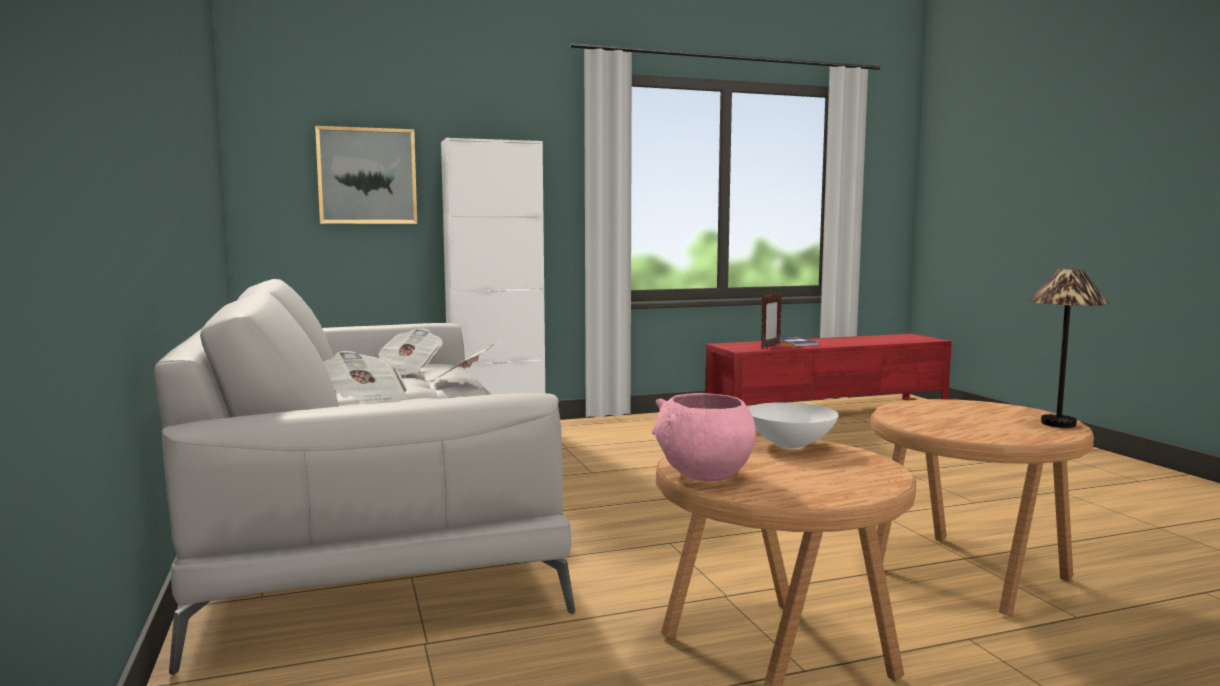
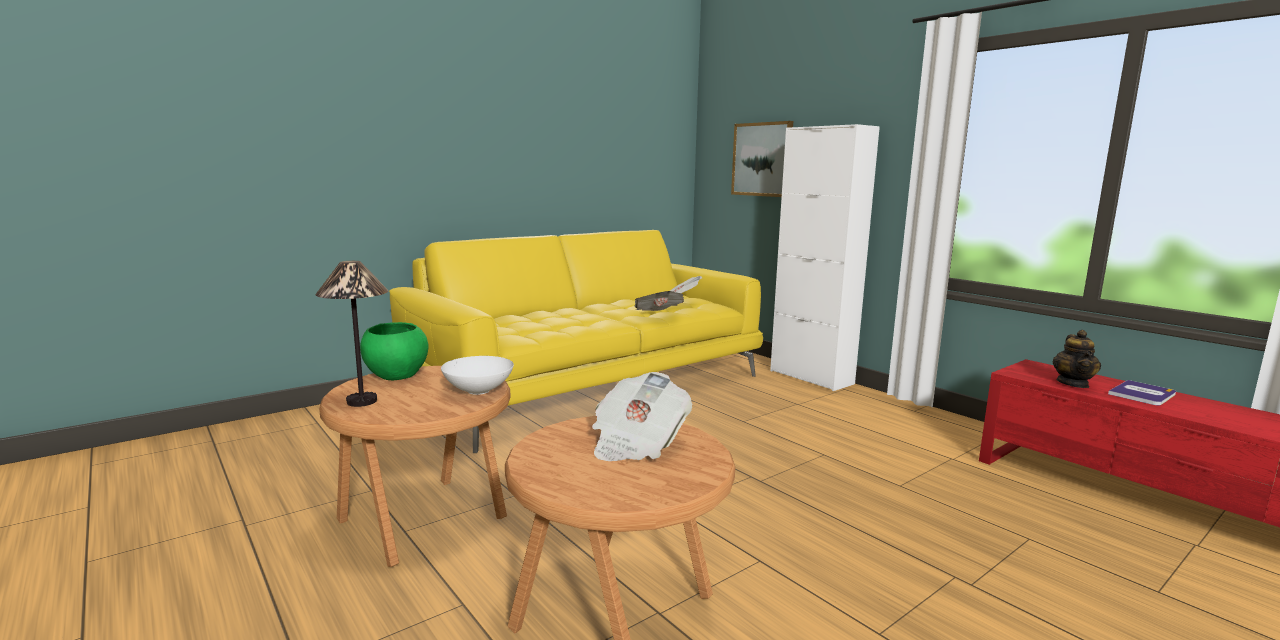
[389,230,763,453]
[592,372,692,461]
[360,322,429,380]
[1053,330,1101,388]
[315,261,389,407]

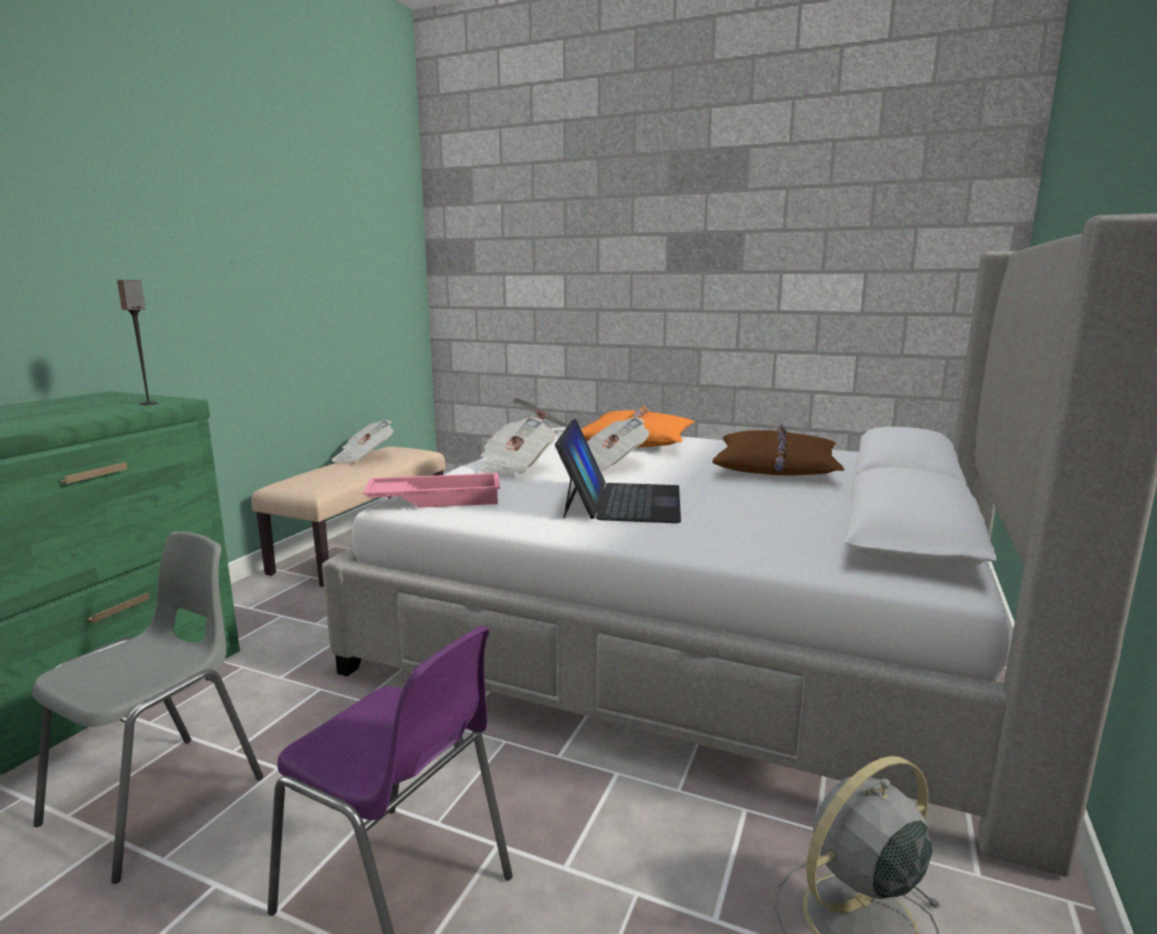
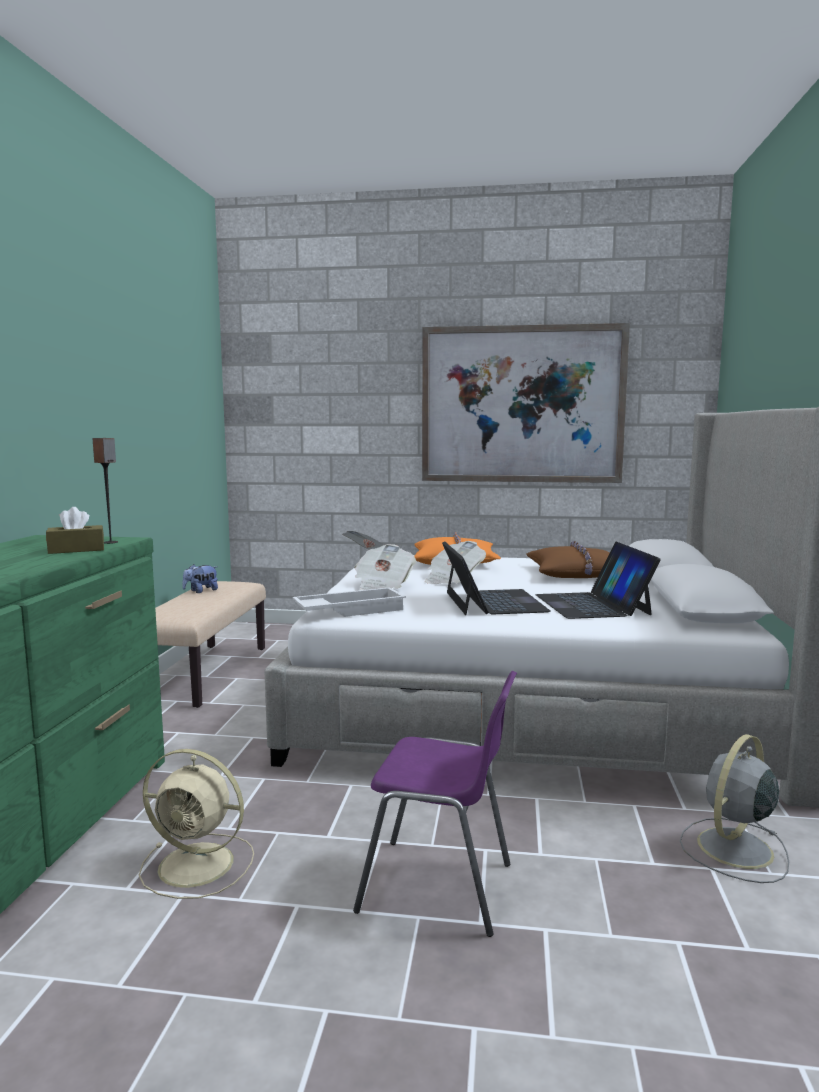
[139,749,254,899]
[182,564,218,593]
[293,587,406,617]
[46,507,104,554]
[422,323,630,483]
[535,542,661,619]

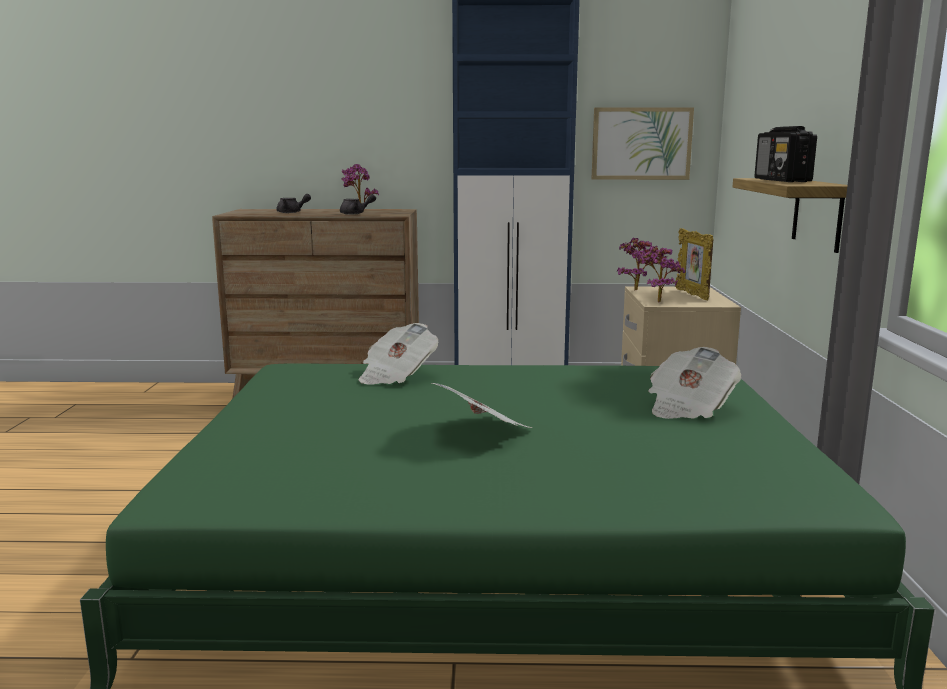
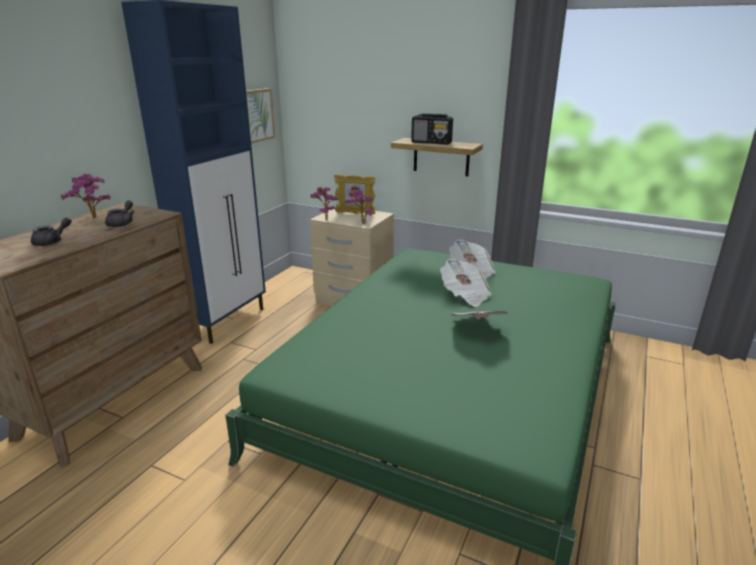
[440,259,492,307]

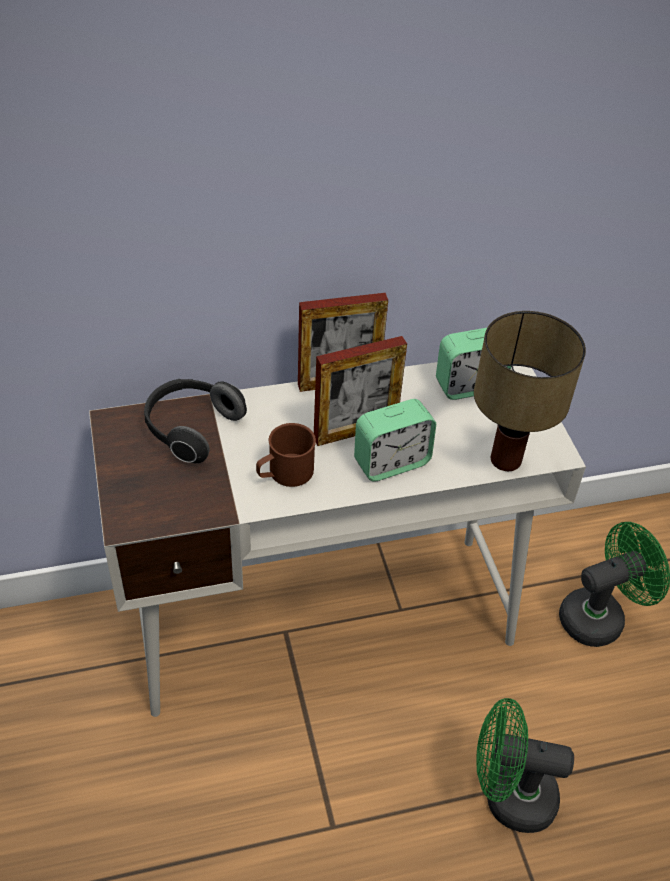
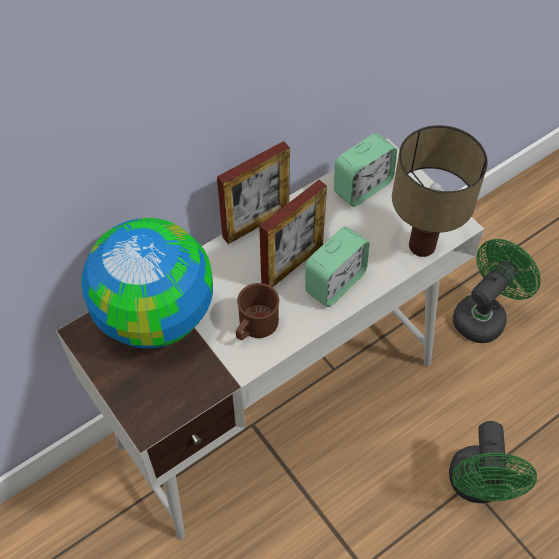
[81,218,213,349]
[449,421,537,503]

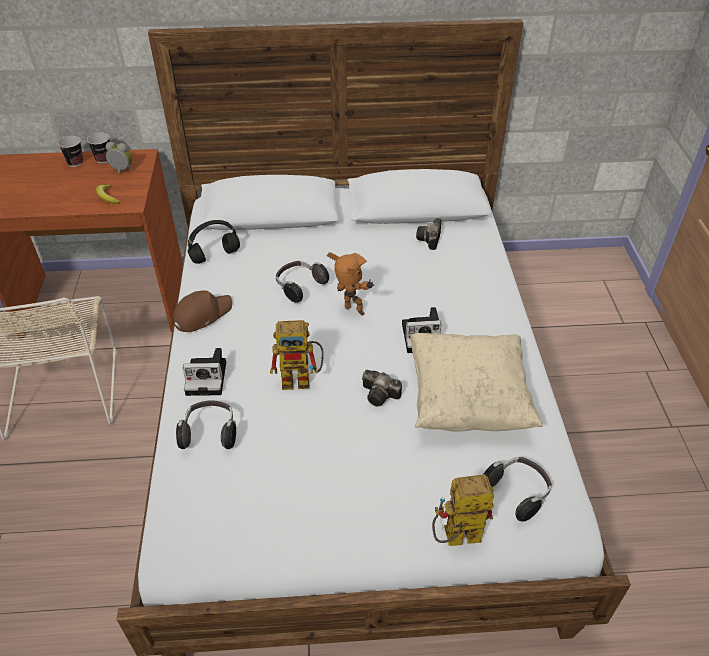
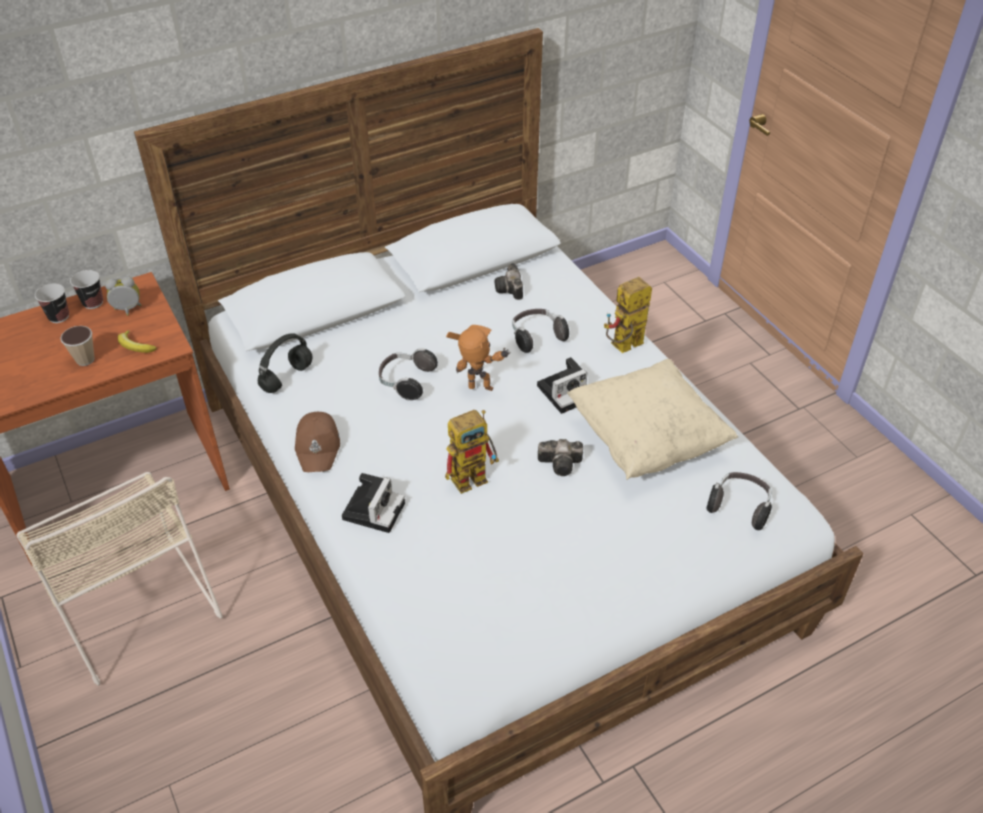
[295,412,340,472]
[512,309,569,353]
[342,473,405,533]
[604,277,652,353]
[60,326,94,366]

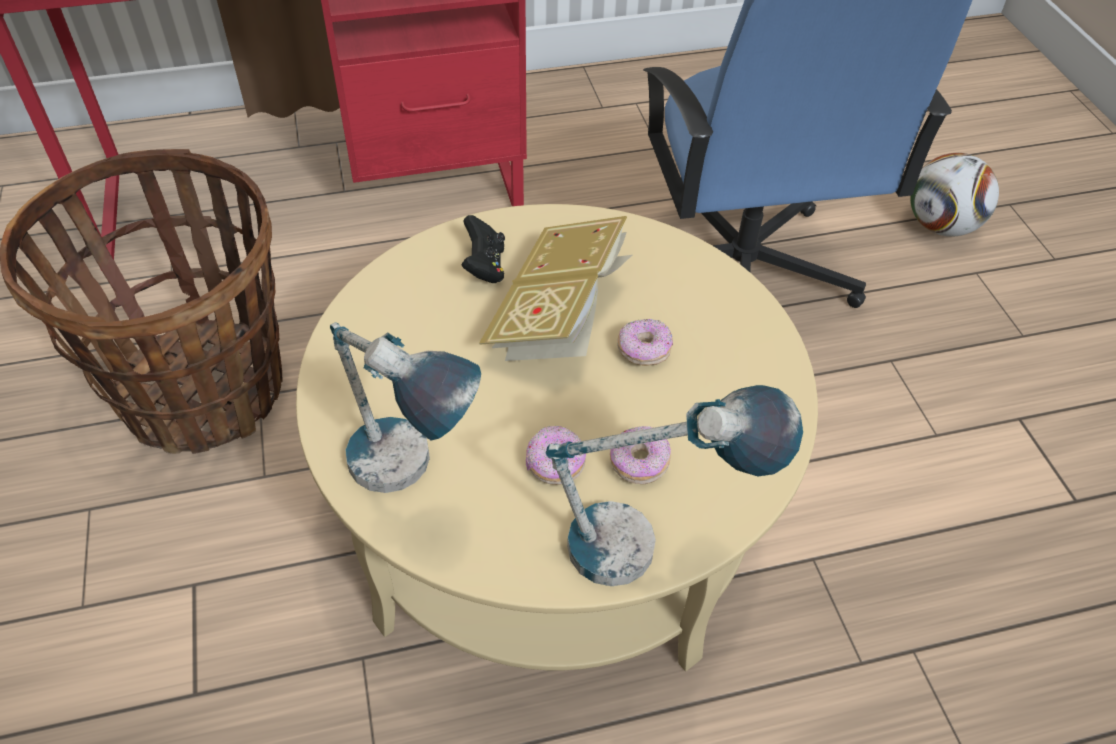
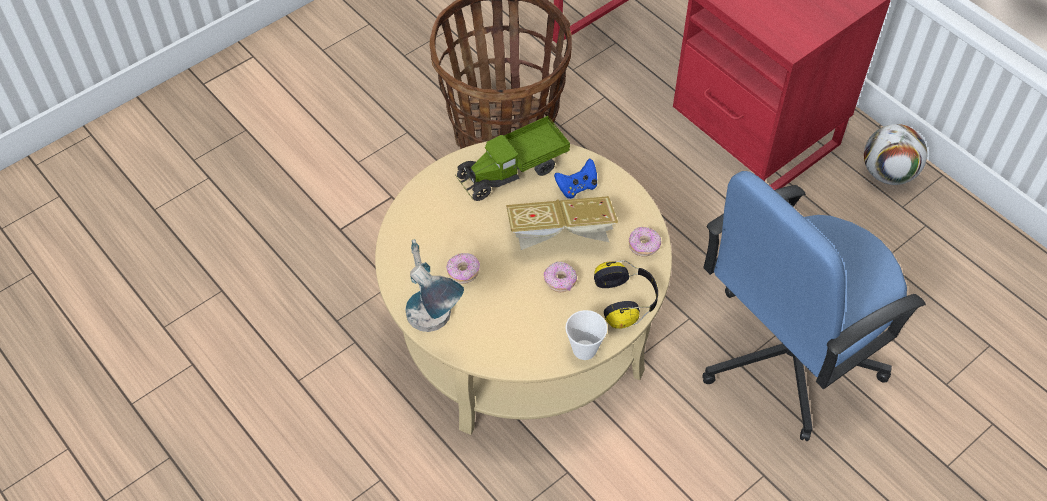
[330,322,481,493] (first image)
[554,159,597,199]
[629,227,661,257]
[864,124,927,185]
[455,116,570,201]
[565,310,607,360]
[594,260,658,329]

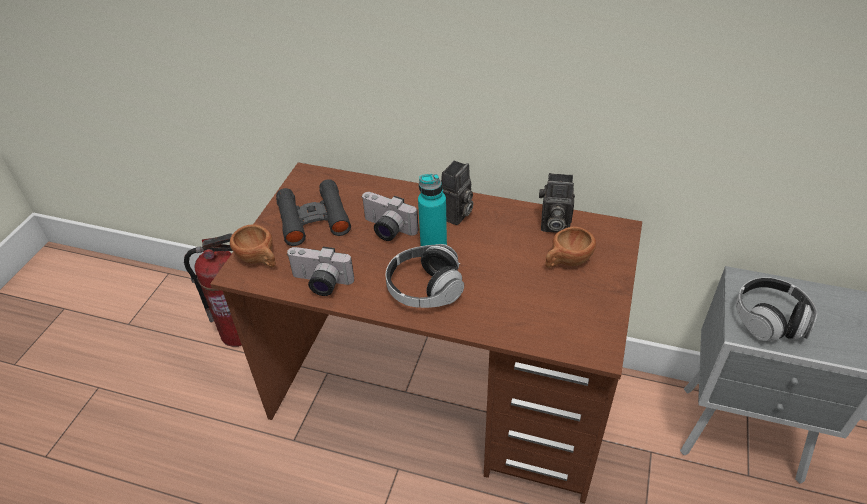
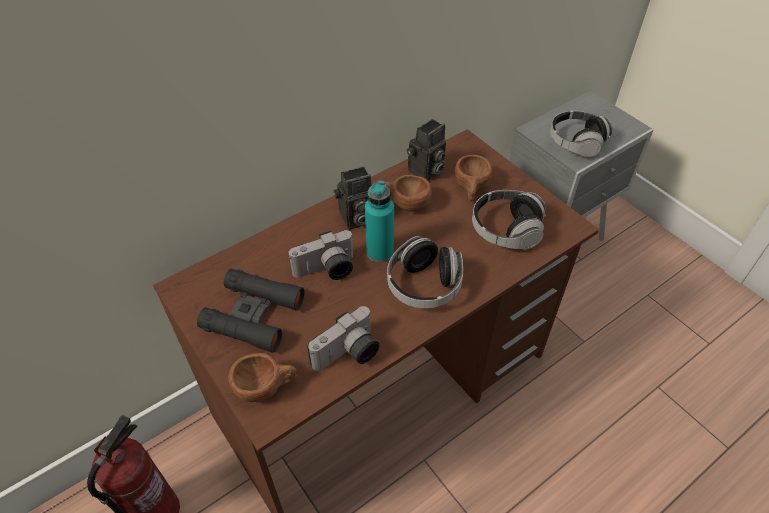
[333,166,371,229]
[386,175,431,212]
[472,190,546,250]

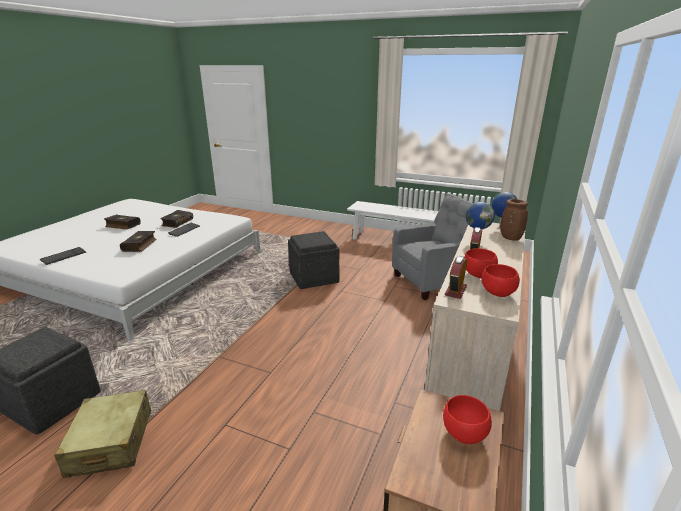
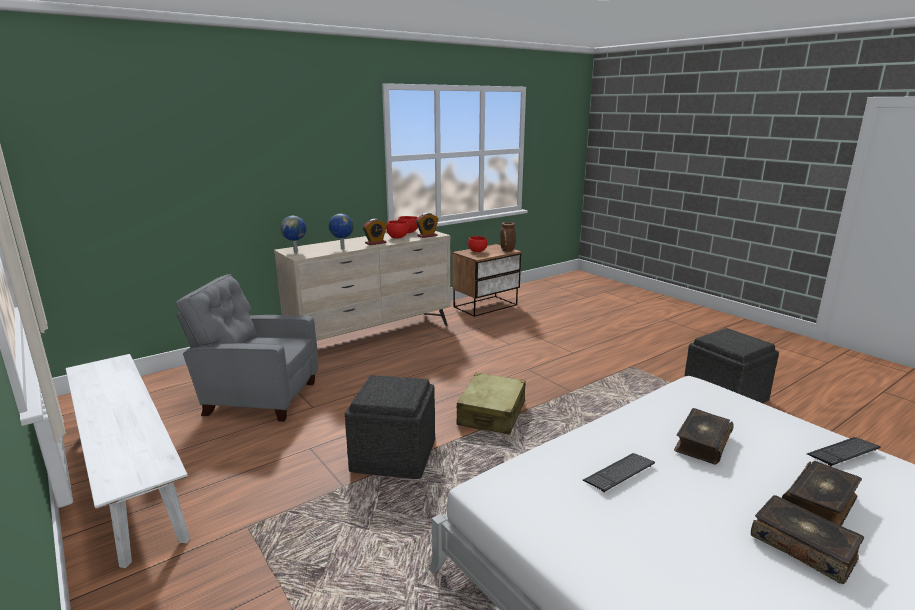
[456,373,526,434]
[782,461,862,526]
[500,222,516,252]

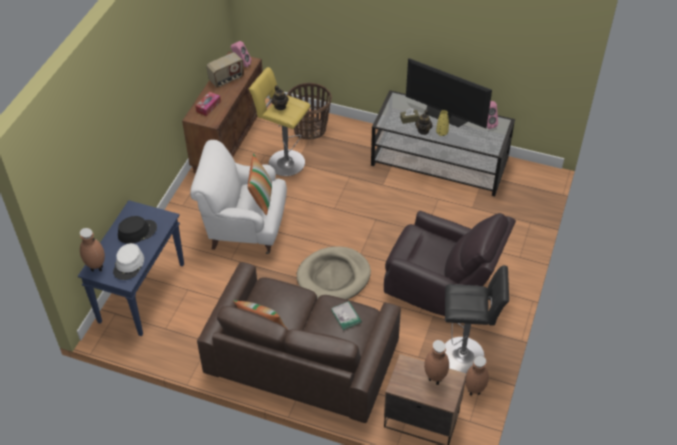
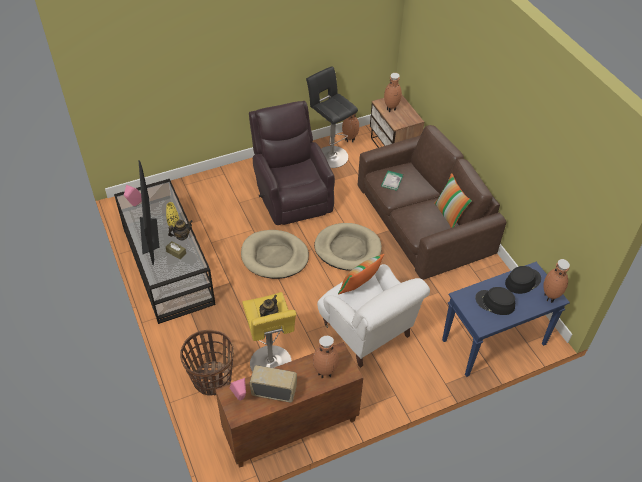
[505,266,541,294]
[313,336,339,379]
[241,230,309,279]

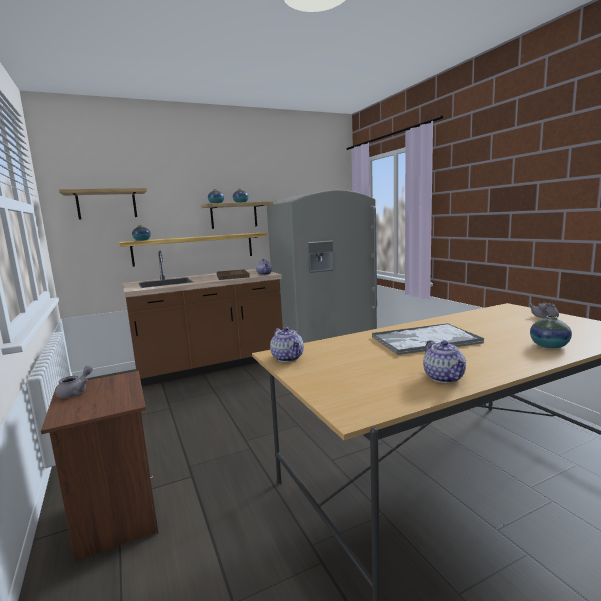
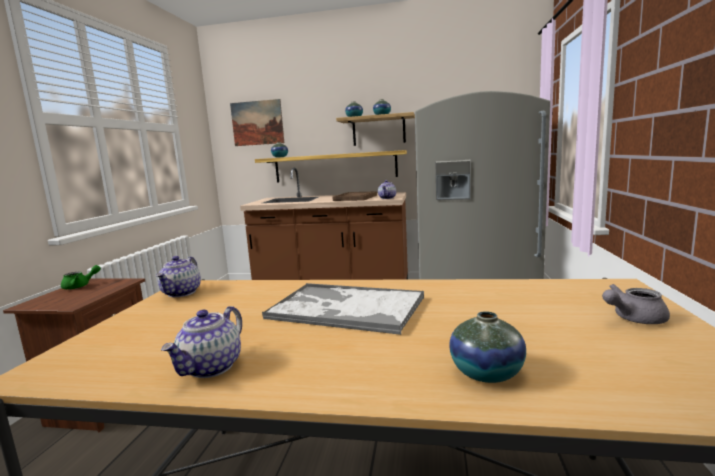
[61,265,101,289]
[230,99,284,146]

